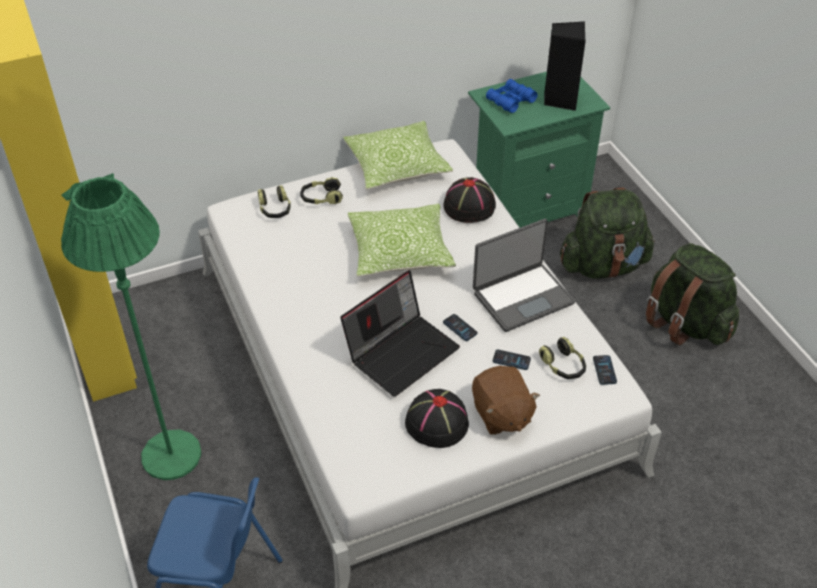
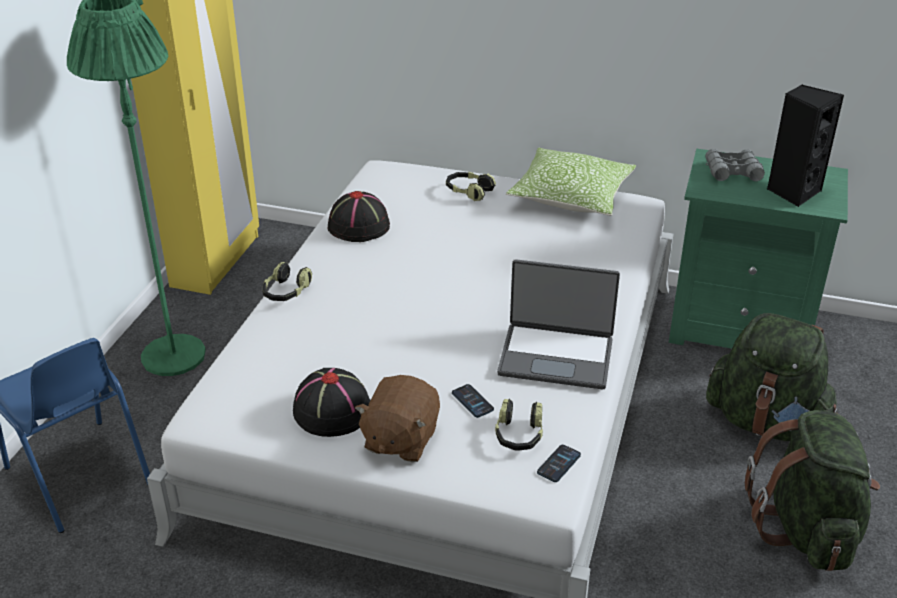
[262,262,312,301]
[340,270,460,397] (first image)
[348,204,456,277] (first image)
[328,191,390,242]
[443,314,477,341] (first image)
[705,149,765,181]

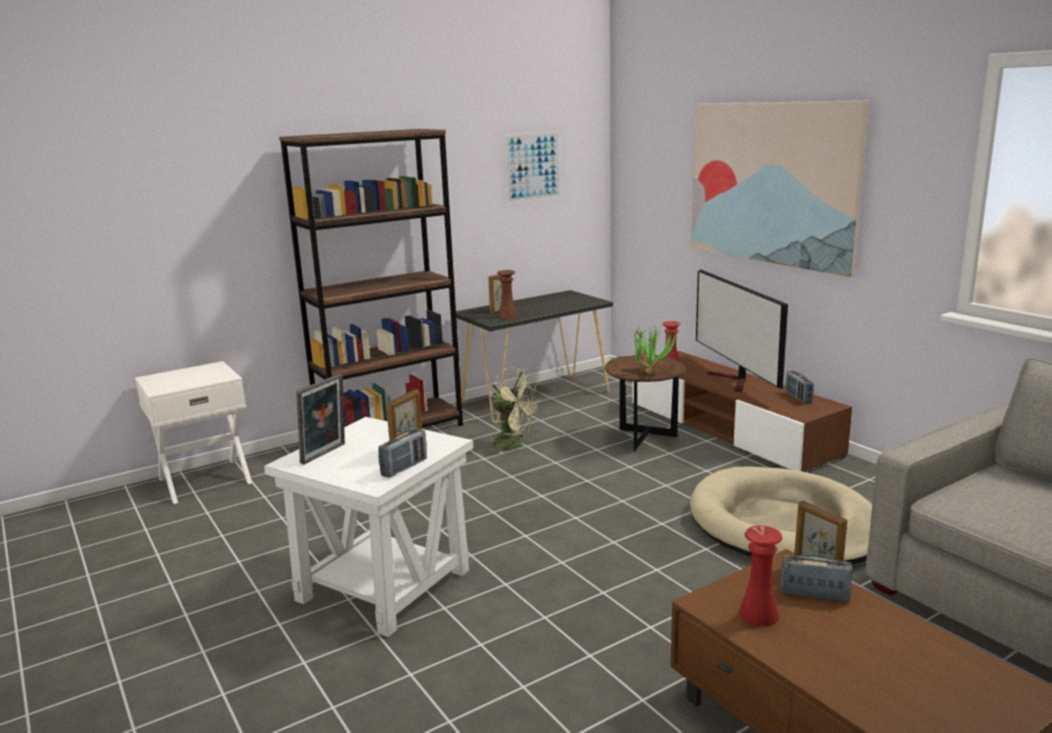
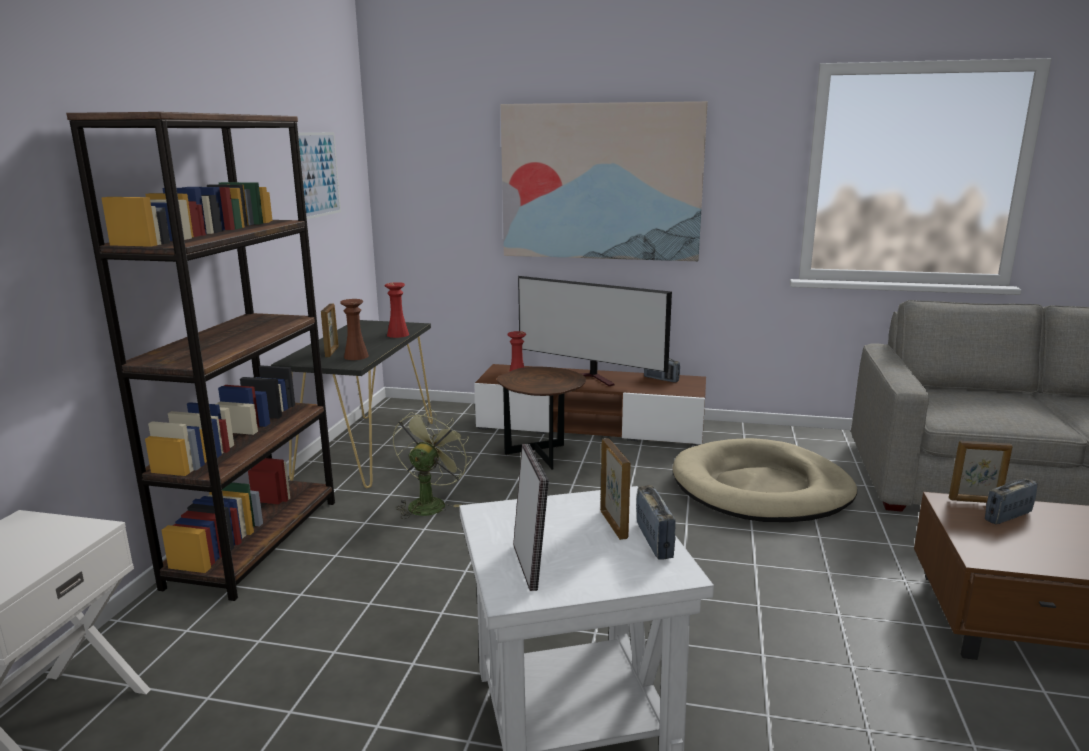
[393,408,472,519]
[633,325,677,375] (first image)
[385,282,409,338]

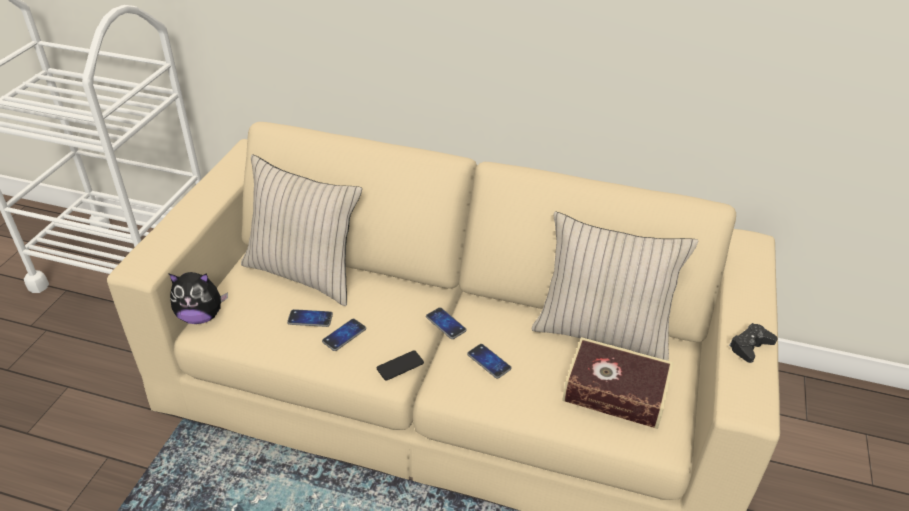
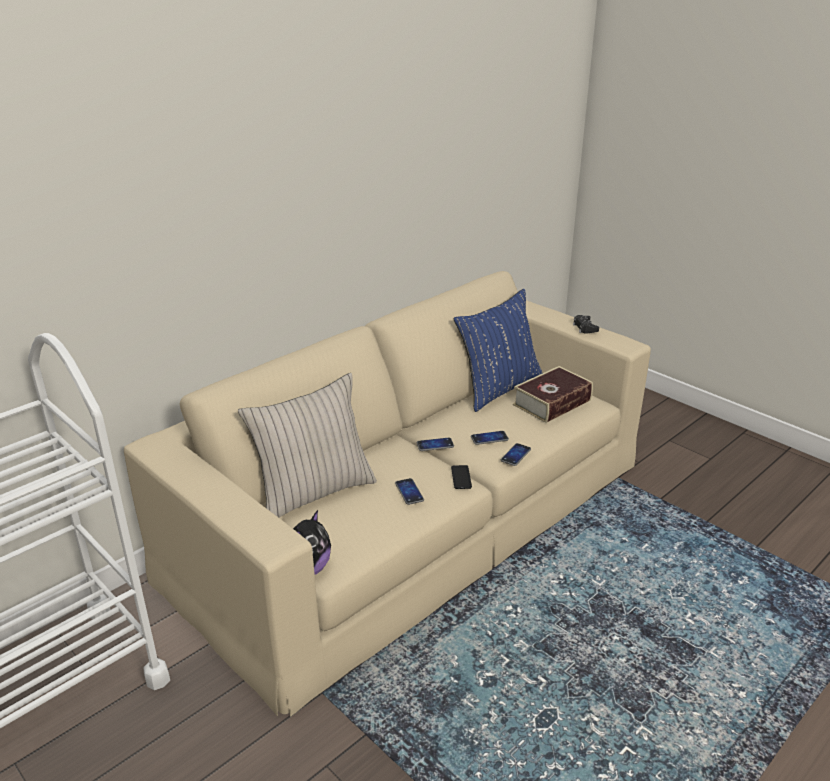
[501,443,531,466]
[454,289,542,412]

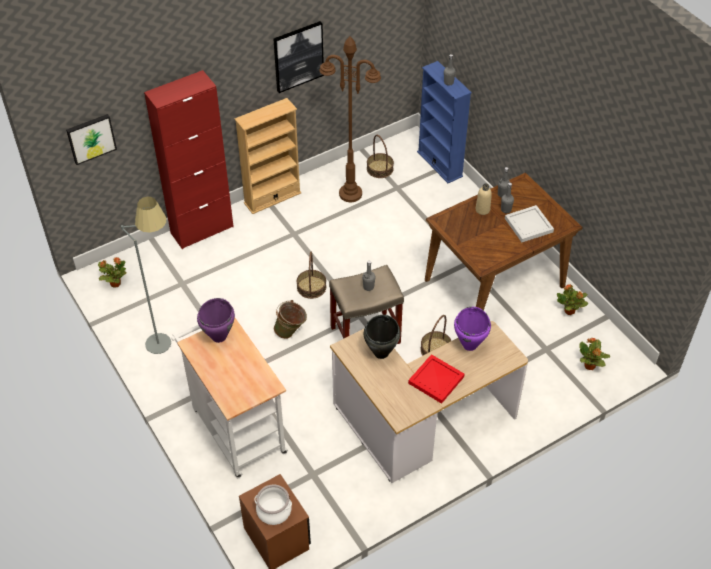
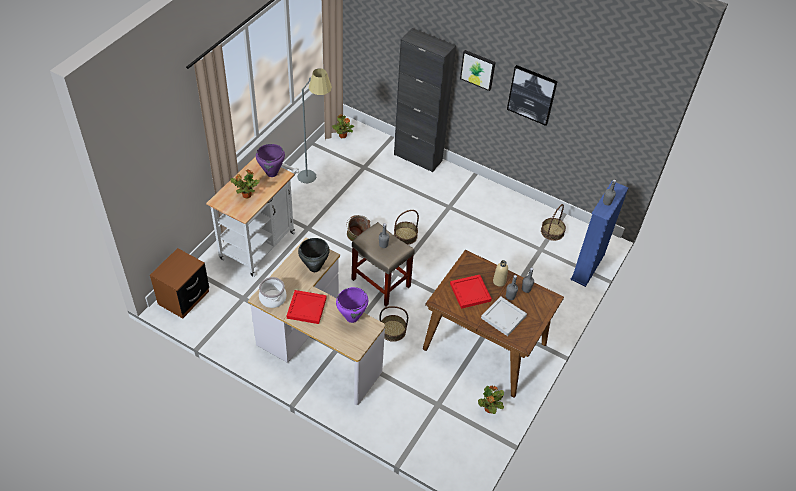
[460,50,496,91]
[394,28,456,173]
[234,98,301,214] (first image)
[259,277,287,308]
[320,36,381,202] (first image)
[230,169,260,199]
[450,275,492,309]

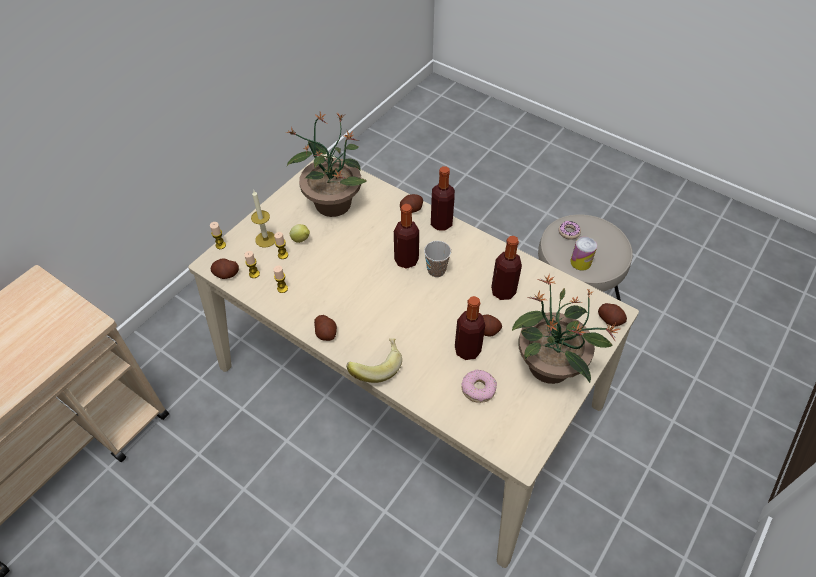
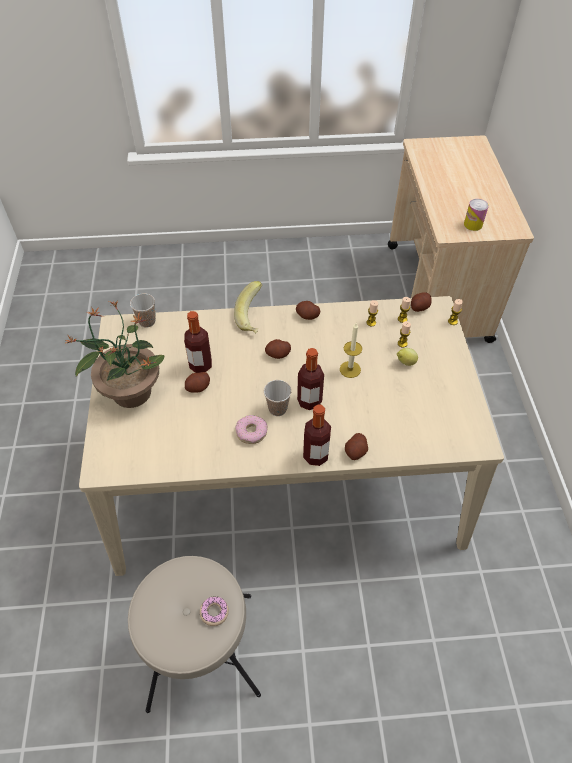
[340,323,362,378]
[286,112,367,217] (first image)
[236,415,268,444]
[491,236,522,300] (first image)
[464,199,489,231]
[265,339,291,359]
[130,293,156,328]

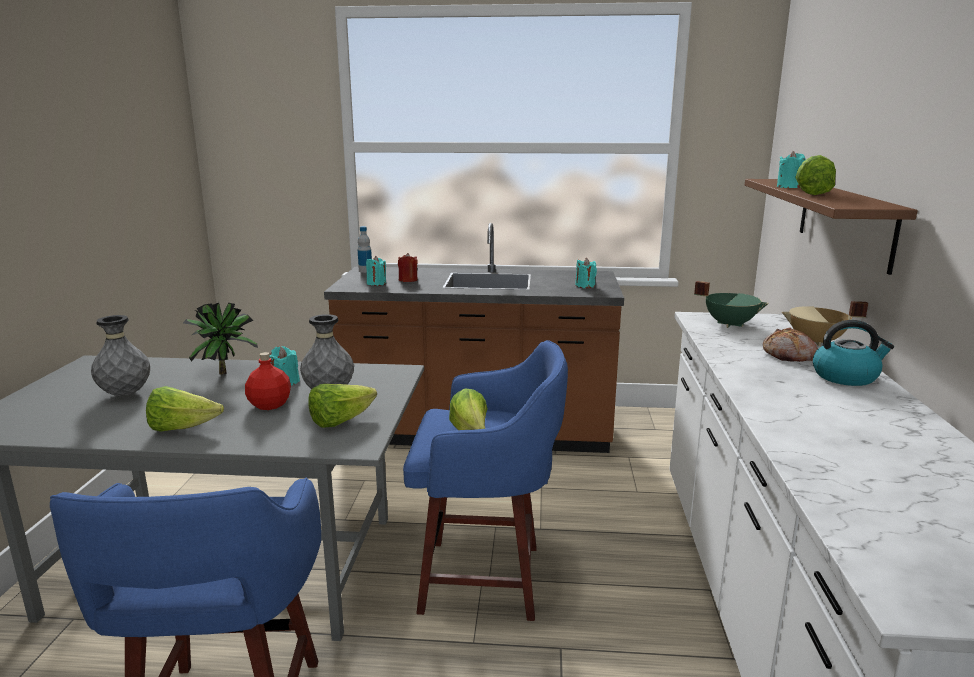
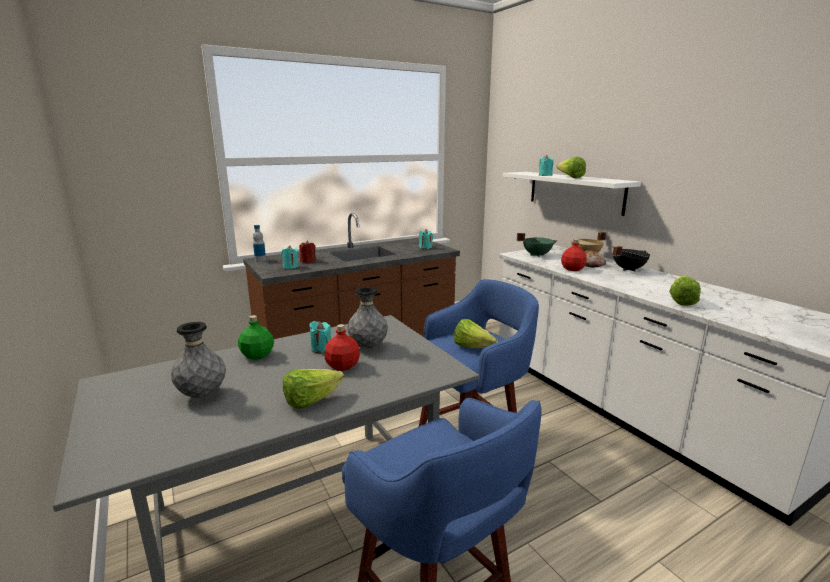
[238,315,274,360]
[669,276,701,306]
[503,172,641,216]
[613,246,650,272]
[561,239,587,271]

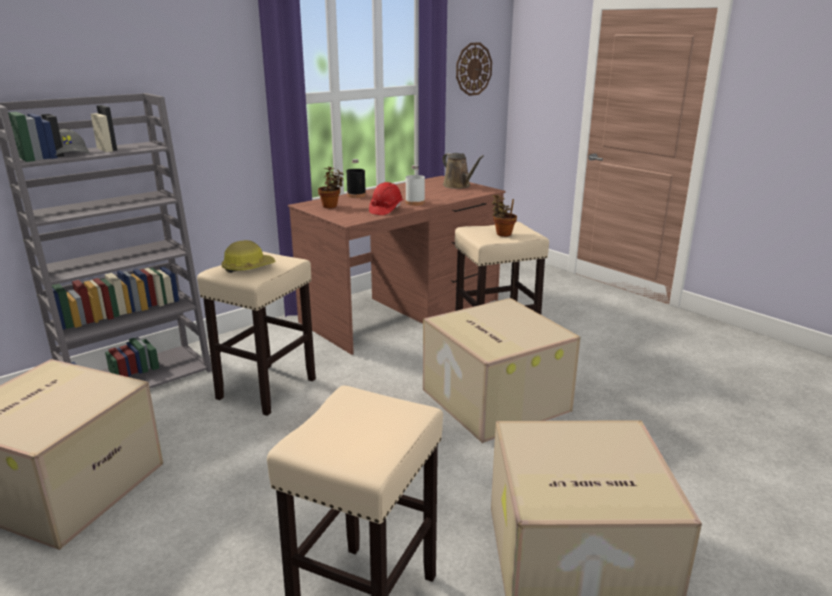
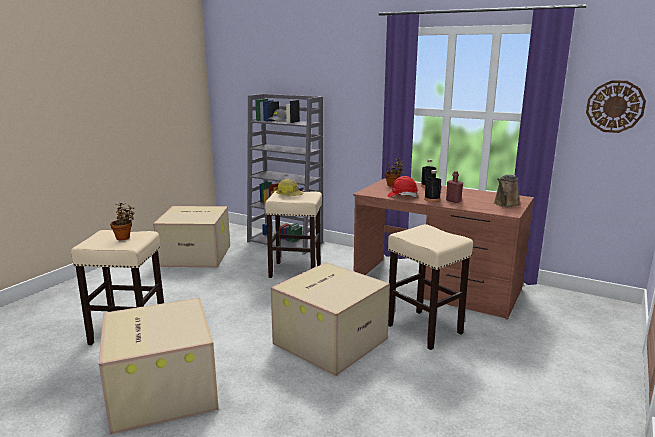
[424,170,441,202]
[110,202,135,240]
[446,171,463,203]

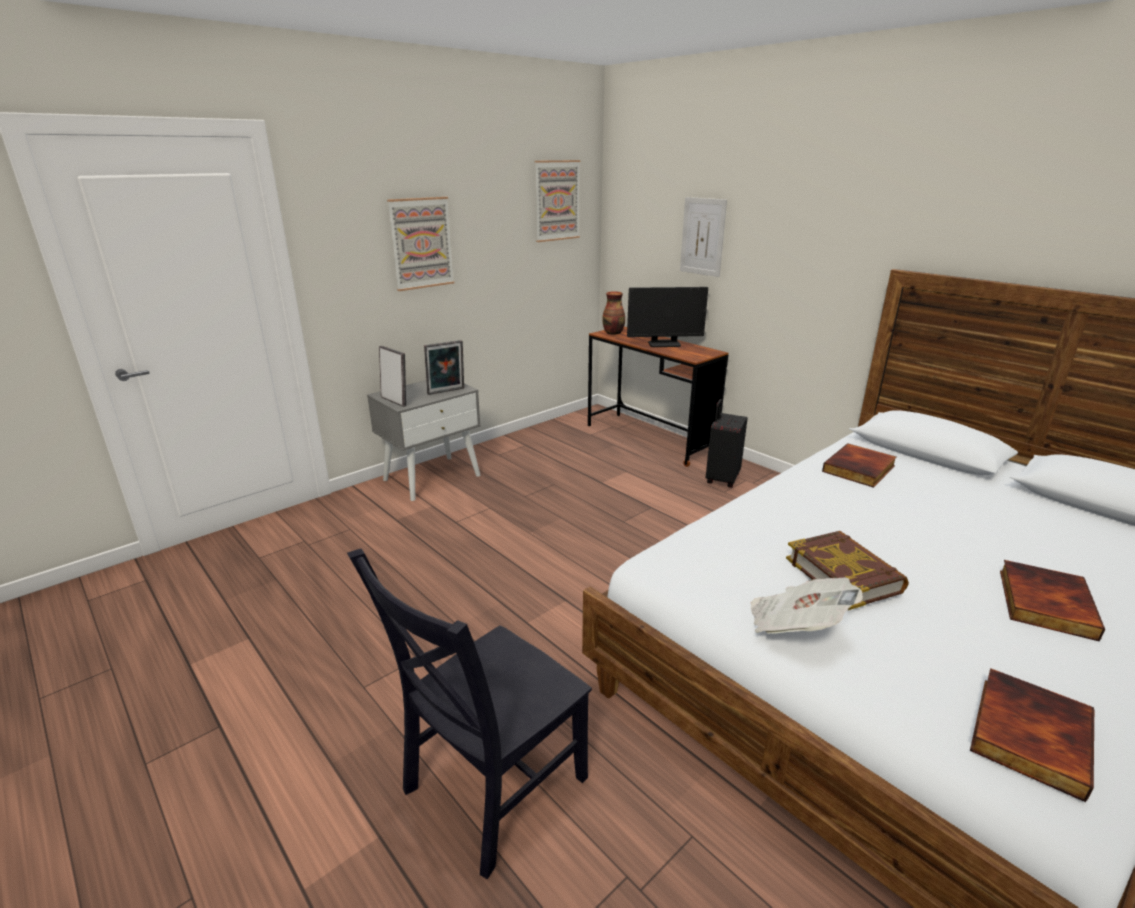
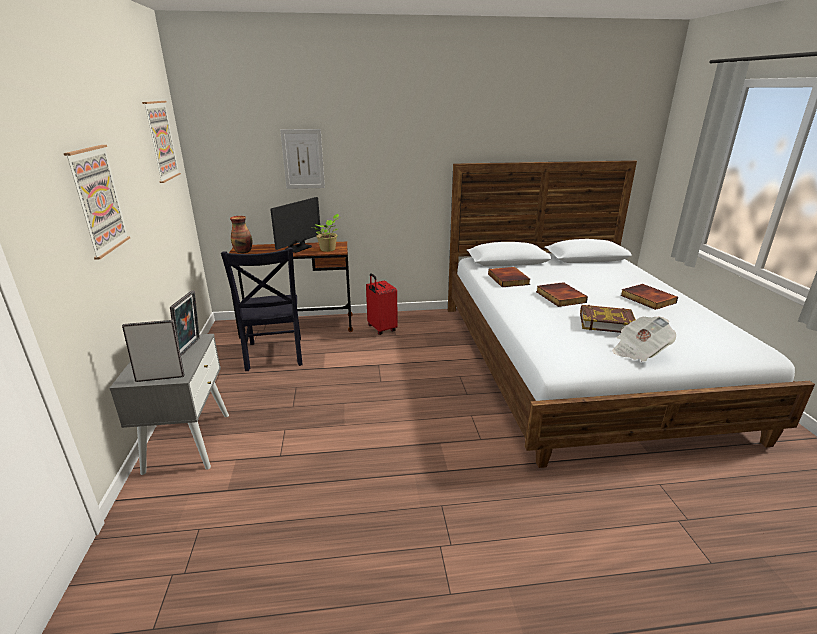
[221,247,303,371]
[366,273,398,335]
[536,282,588,307]
[312,214,339,252]

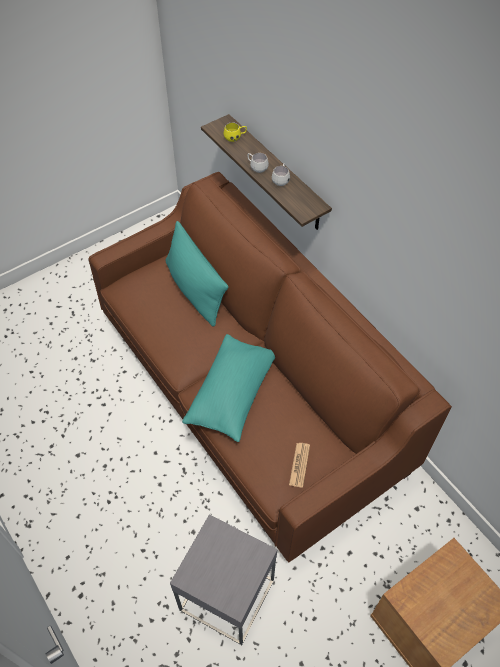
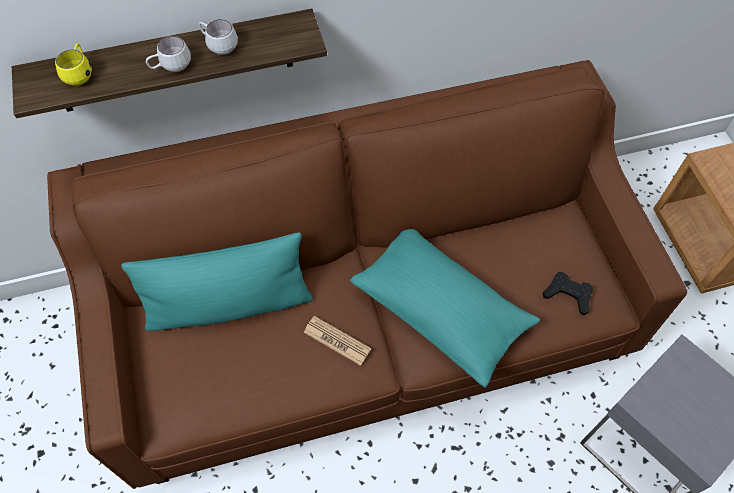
[304,316,371,366]
[543,272,593,316]

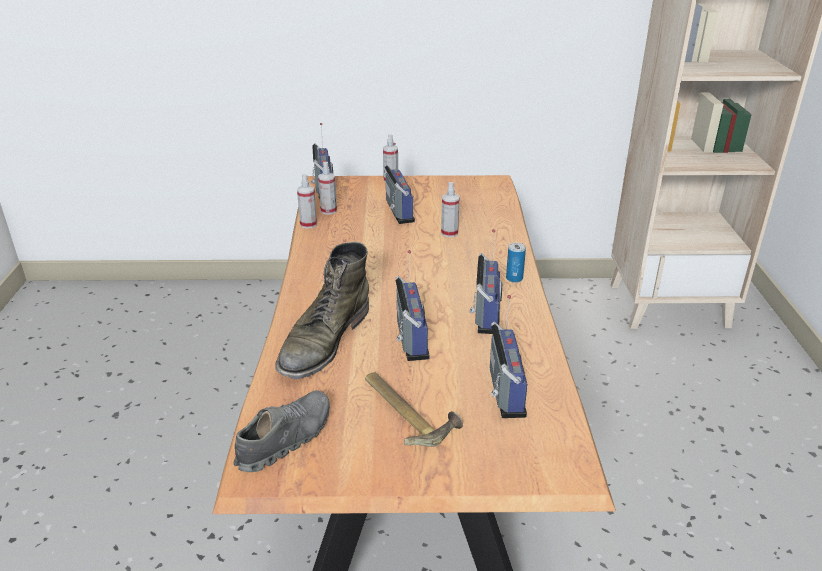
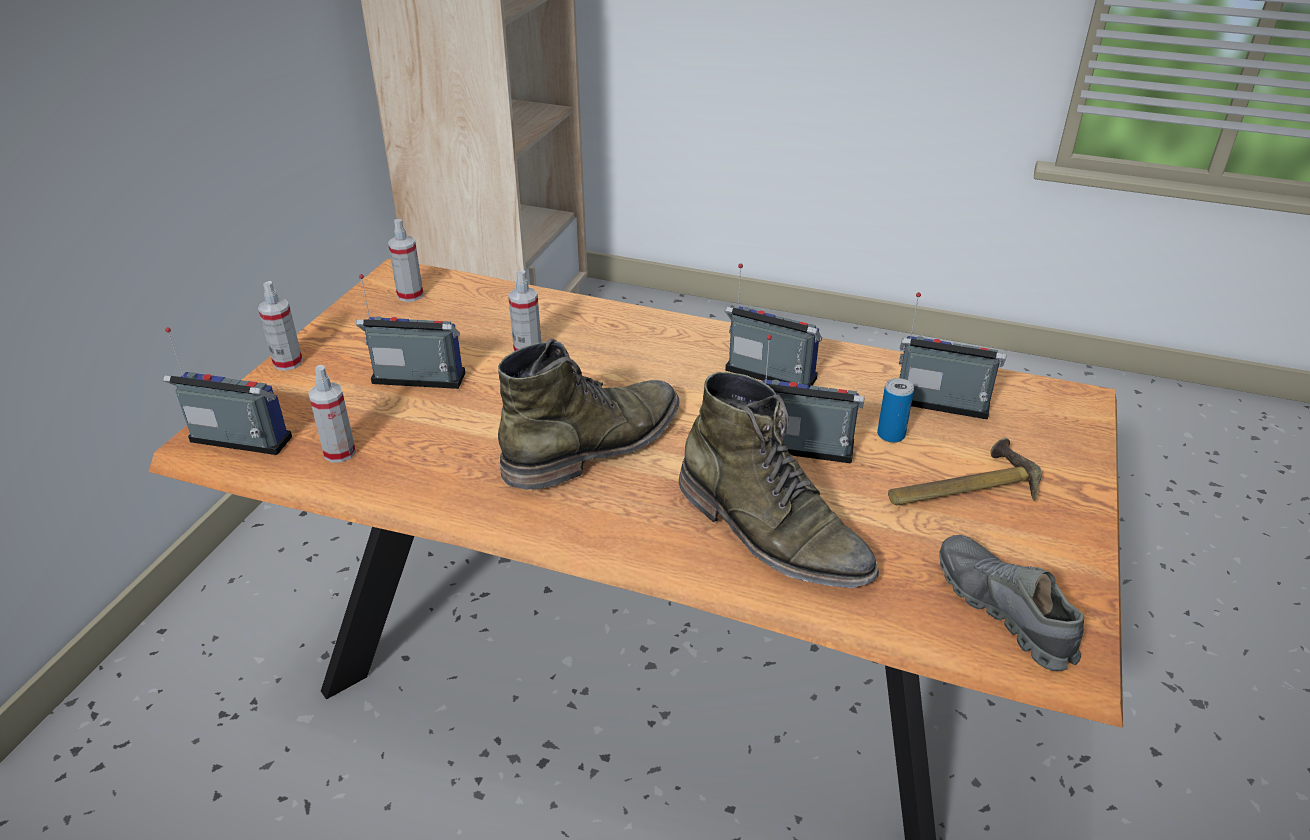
[388,219,423,302]
[877,378,914,443]
[498,339,679,489]

